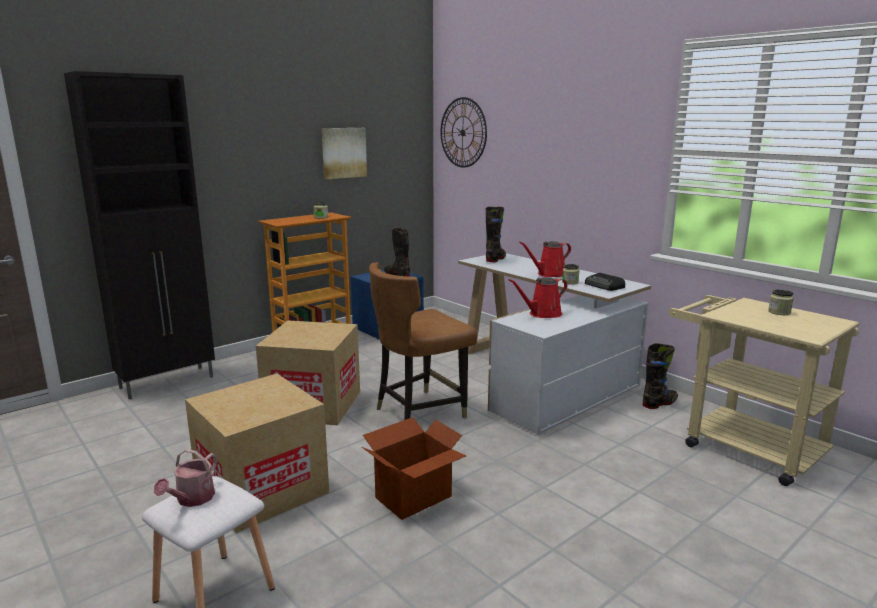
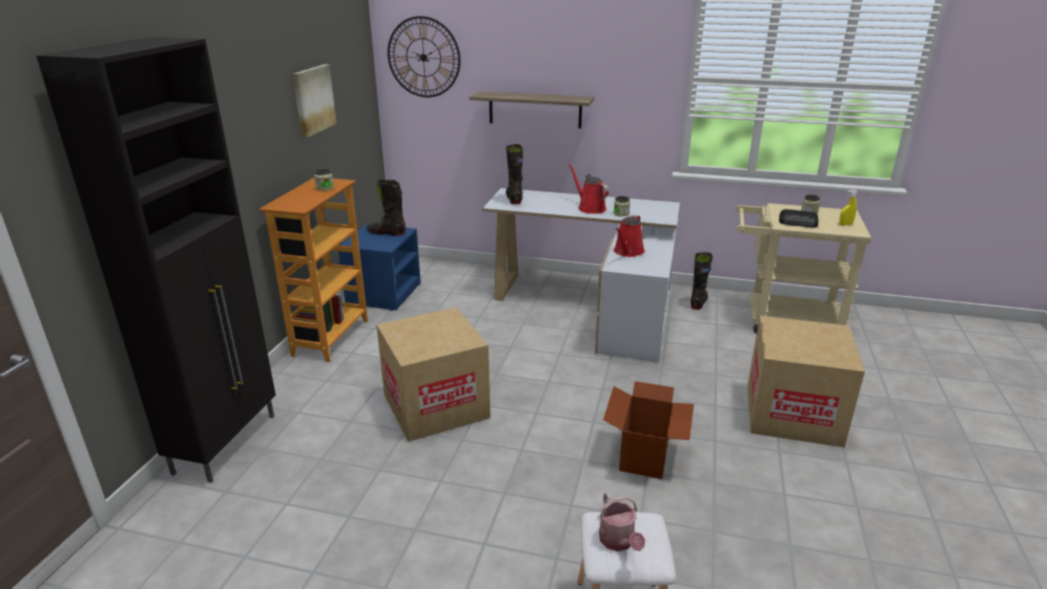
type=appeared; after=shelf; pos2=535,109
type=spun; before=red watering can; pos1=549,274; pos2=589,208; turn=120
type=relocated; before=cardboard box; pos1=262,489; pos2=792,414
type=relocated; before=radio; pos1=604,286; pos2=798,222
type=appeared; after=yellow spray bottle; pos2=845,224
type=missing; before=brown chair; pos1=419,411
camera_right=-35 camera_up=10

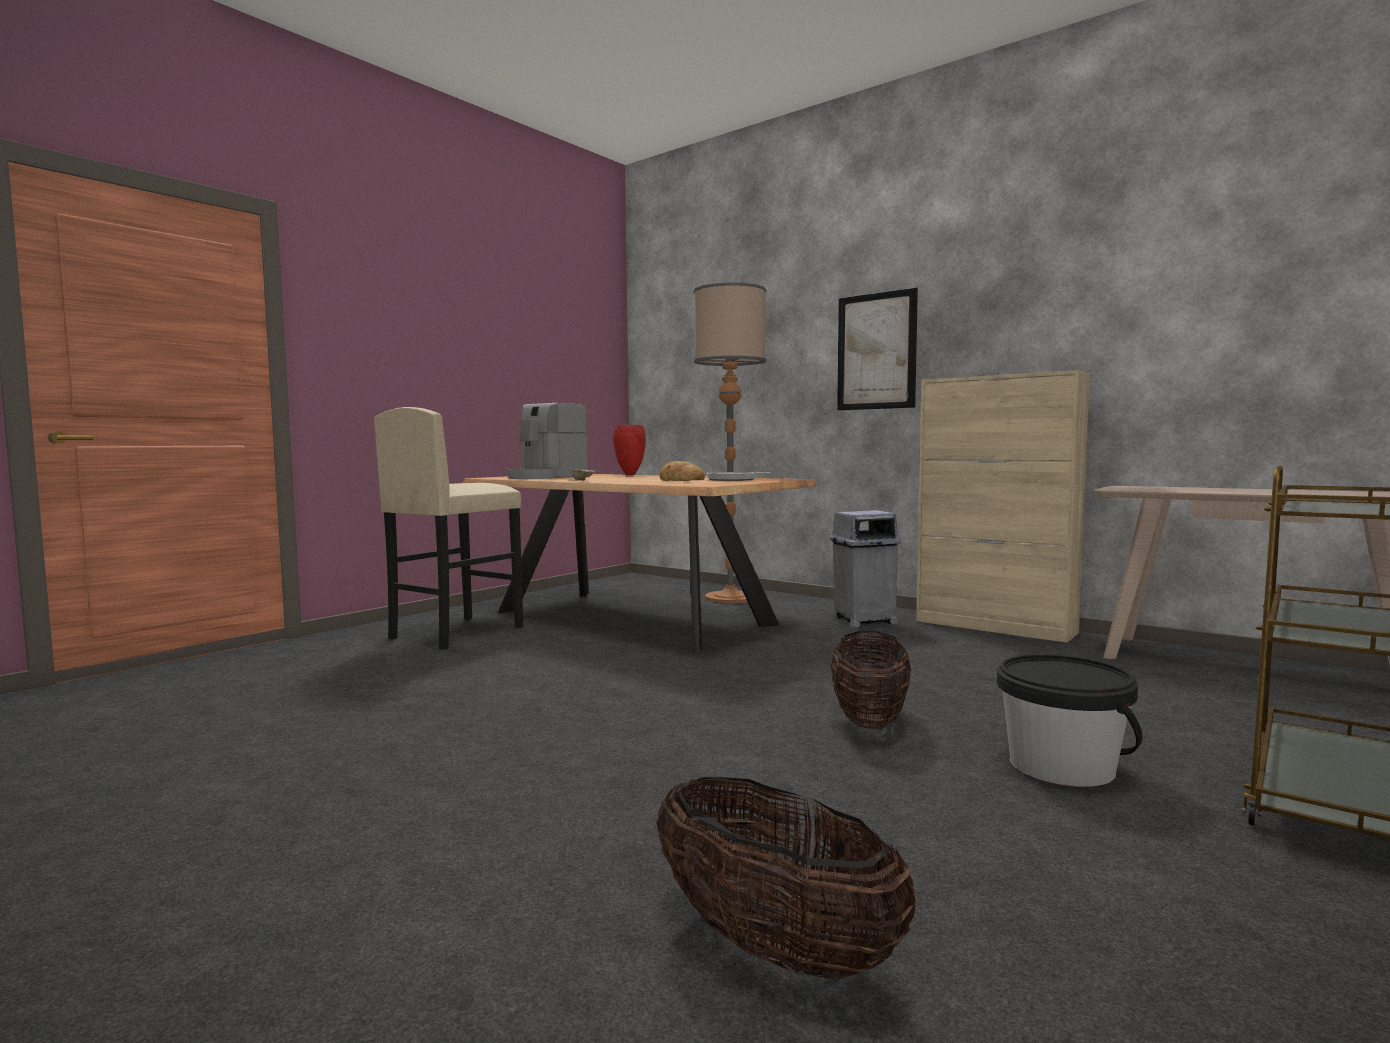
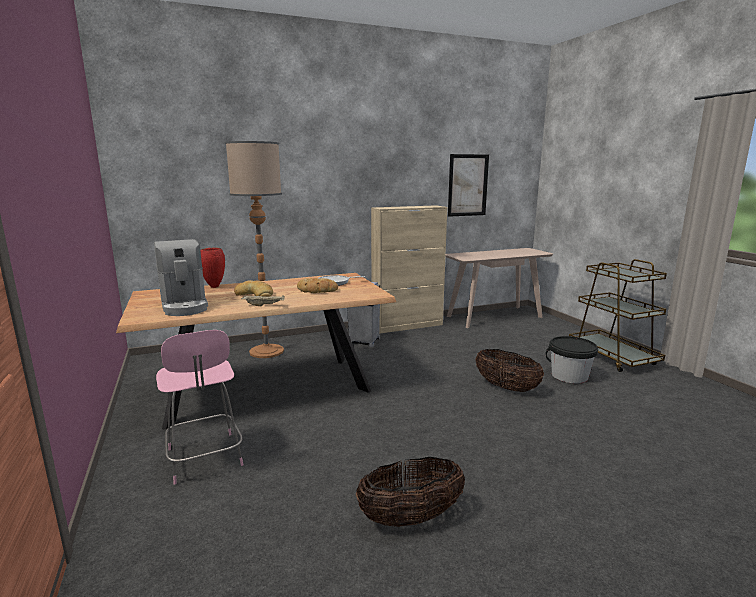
type=exchanged; before=beige stool; after=pink chair; pos1=456,633; pos2=205,459
type=appeared; after=bread; pos2=255,294
type=relocated; before=basket; pos1=773,947; pos2=410,518
type=relocated; before=picture; pos1=876,351; pos2=467,185
camera_right=-60 camera_up=10

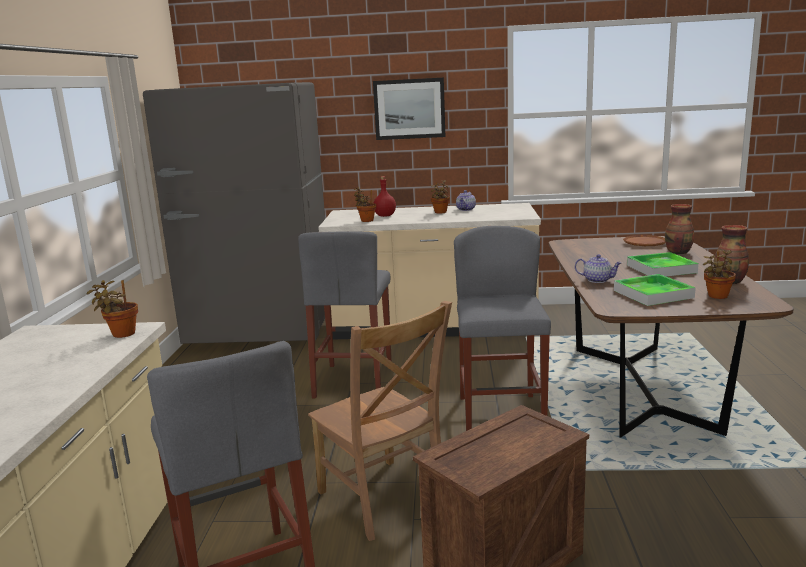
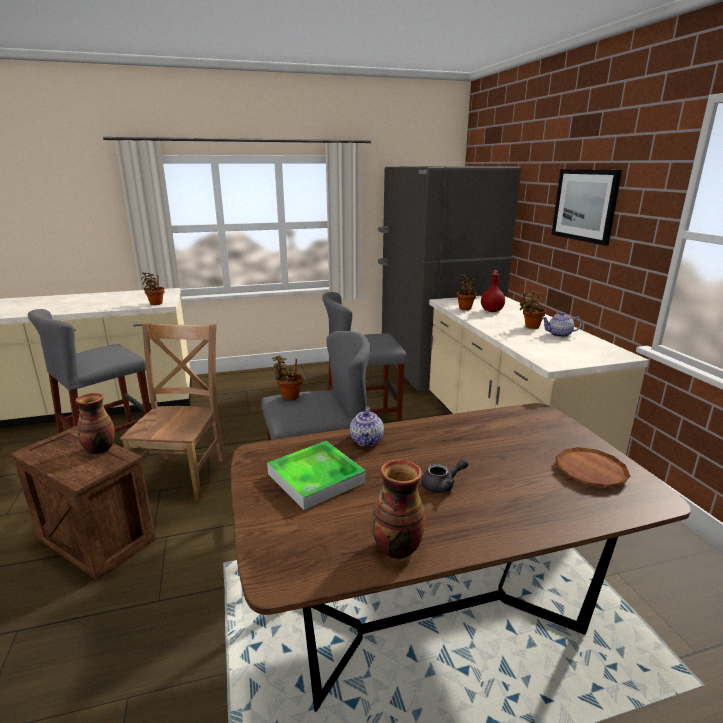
type=relocated; before=vase; pos1=679,252; pos2=99,449
type=spun; before=brown chair; pos1=384,500; pos2=184,474; turn=150
type=relocated; before=potted plant; pos1=717,296; pos2=288,396
type=exchanged; before=tray; after=grey teapot; pos1=661,269; pos2=442,485
camera_right=70 camera_up=5

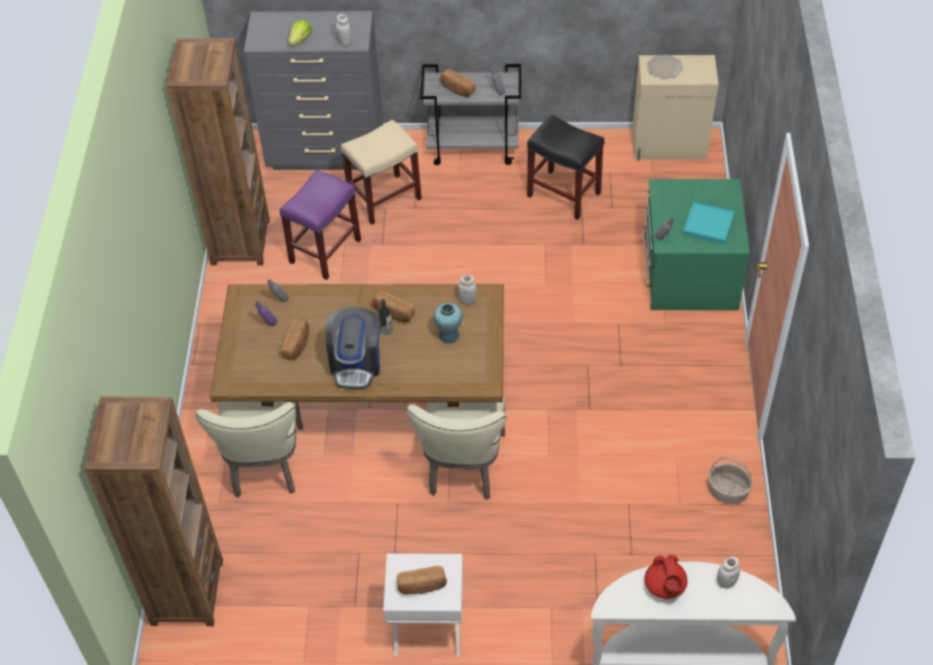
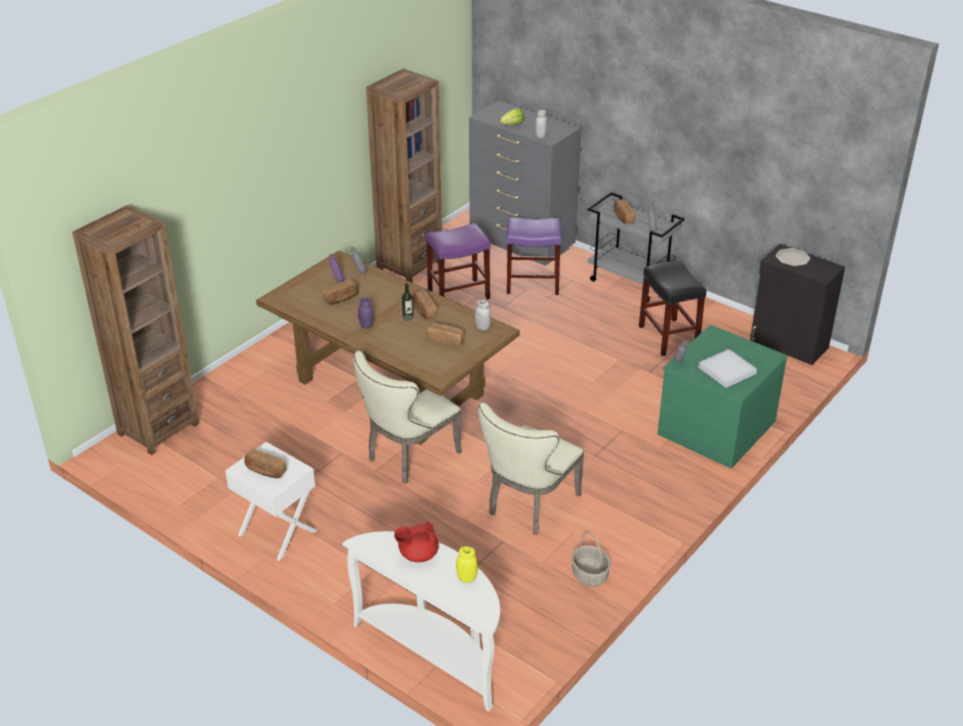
type=exchanged; before=coffee machine; after=purple jar; pos1=356,363; pos2=366,325
type=spun; before=red teapot; pos1=665,587; pos2=417,555; turn=45
type=exchanged; before=turquoise vase; after=bread; pos1=449,335; pos2=446,339
type=colour; before=white jar; after=yellow jar; pos1=726,582; pos2=467,578
type=relocated; before=beige chair; pos1=265,467; pos2=529,506
type=colour; before=beige stool; after=purple stool; pos1=385,198; pos2=533,284
type=colour; before=turquoise tray; after=white tray; pos1=708,224; pos2=727,370
type=colour; before=beige cabinet; after=black cabinet; pos1=669,146; pos2=788,344
camera_right=35 camera_up=-15

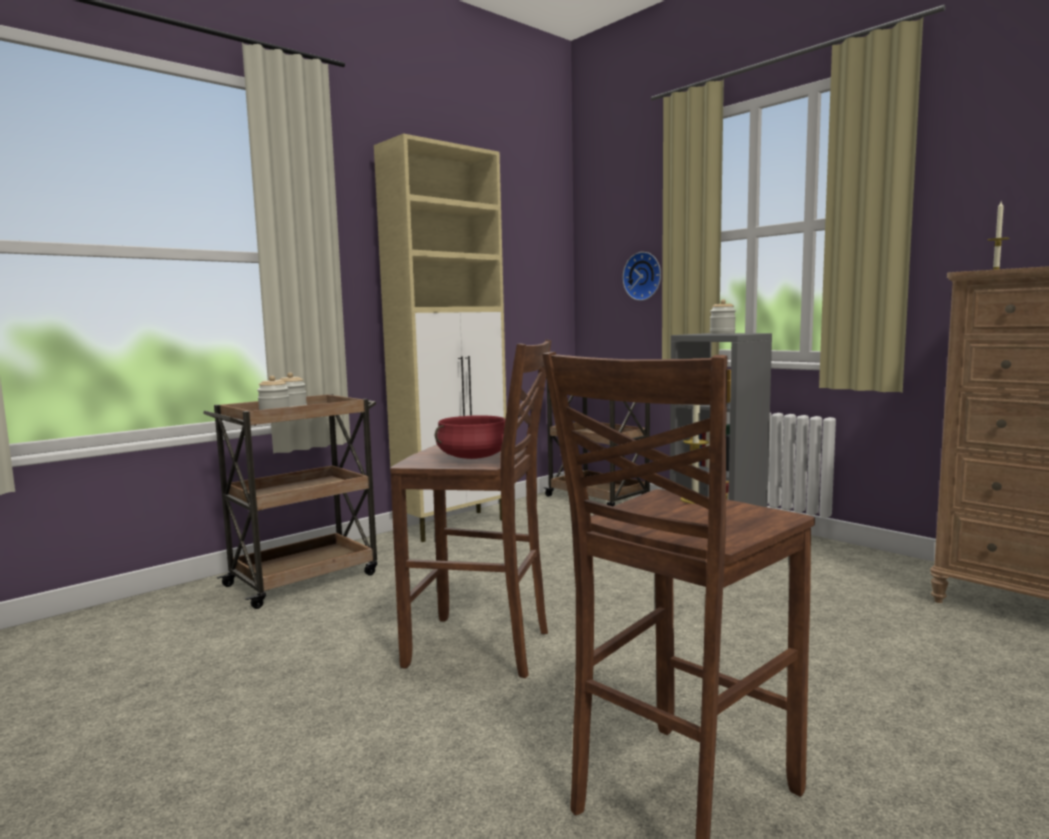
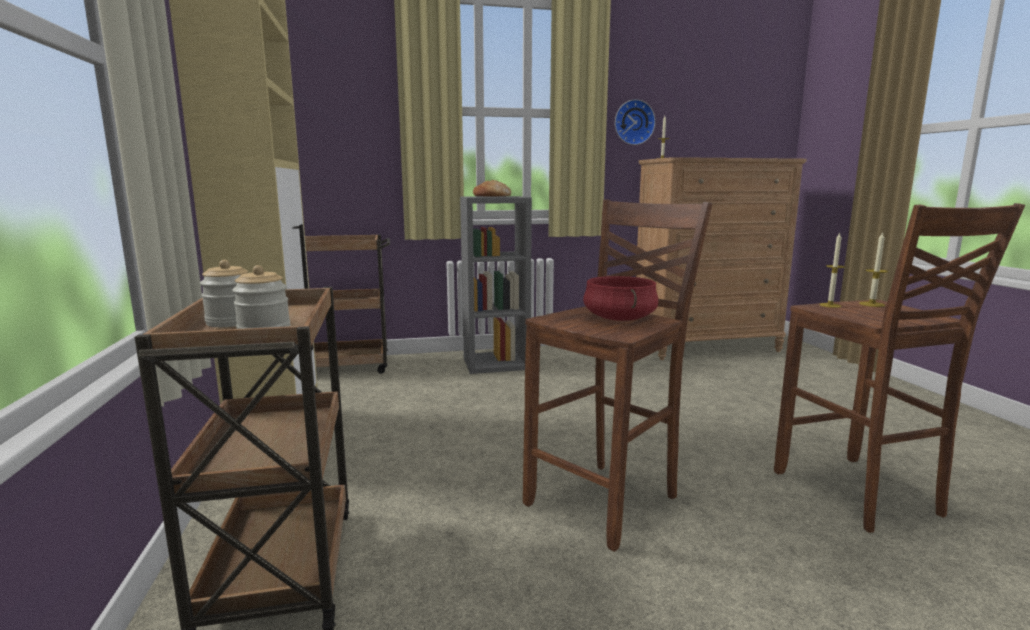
type=exchanged; before=jar; after=bread; pos1=722,333; pos2=492,196
type=relocated; before=wall clock; pos1=644,276; pos2=633,122
type=appeared; after=candle; pos2=871,304
camera_right=-60 camera_up=5

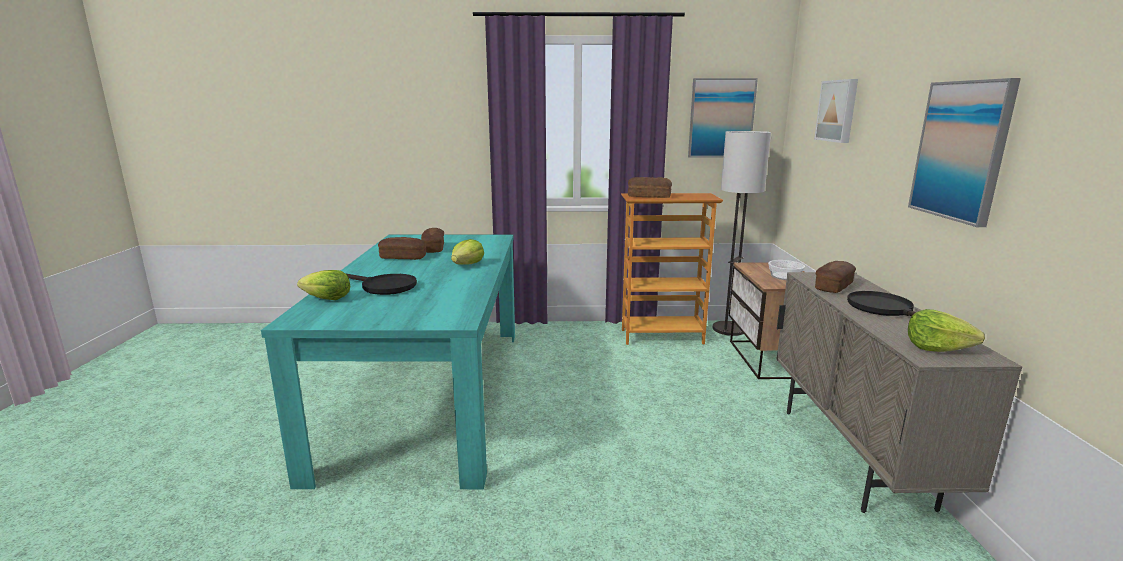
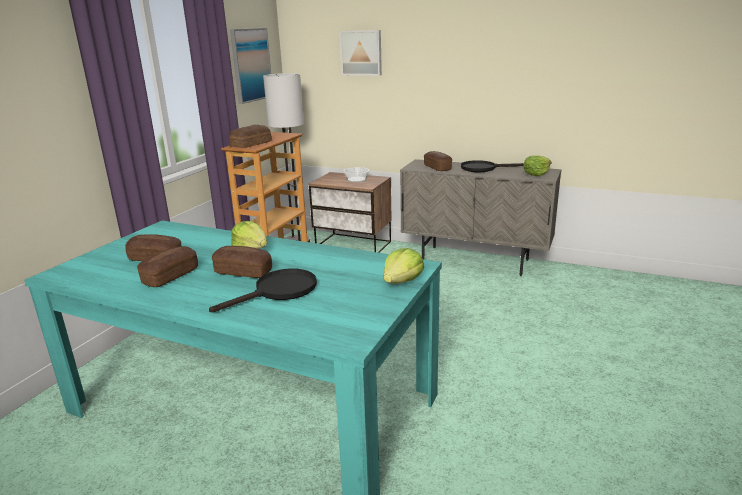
type=appeared; after=bread; pos2=243,272
type=relocated; before=lettuce; pos1=327,298; pos2=402,281
type=missing; before=picture; pos1=961,150
camera_right=-65 camera_up=5

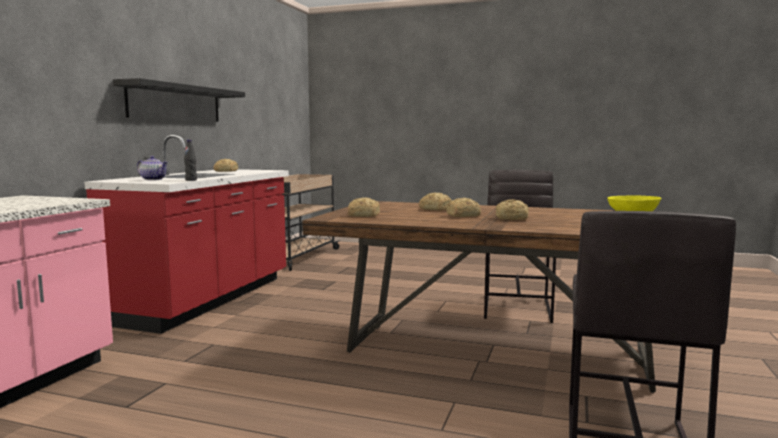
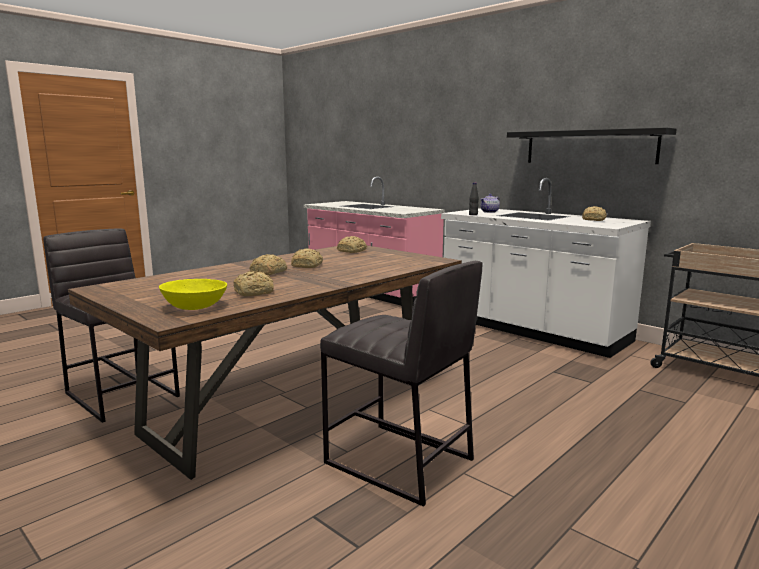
type=relocated; before=bread; pos1=435,209; pos2=255,292
type=colour; before=red counter; after=white counter; pos1=207,299; pos2=532,330
camera_right=115 camera_up=5

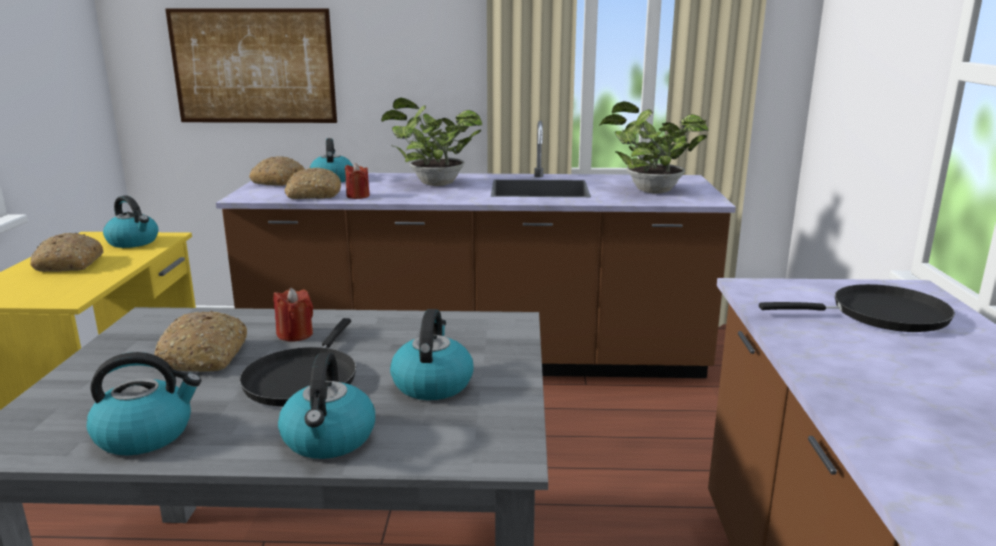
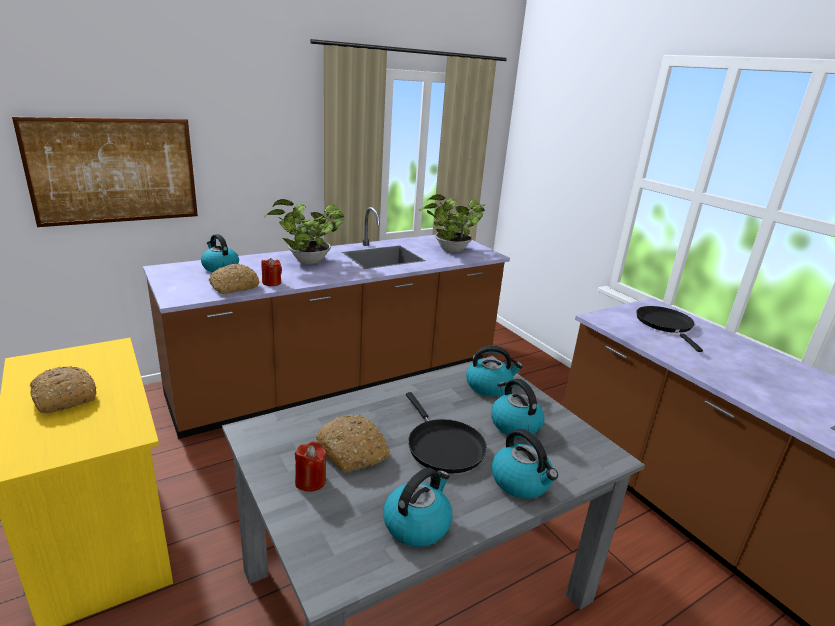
type=relocated; before=red candle; pos1=295,334; pos2=310,481
type=relocated; before=kettle; pos1=134,242; pos2=489,386
type=spun; before=black frying pan; pos1=881,315; pos2=665,325; turn=-60
type=missing; before=bread; pos1=279,181
camera_right=-35 camera_up=5

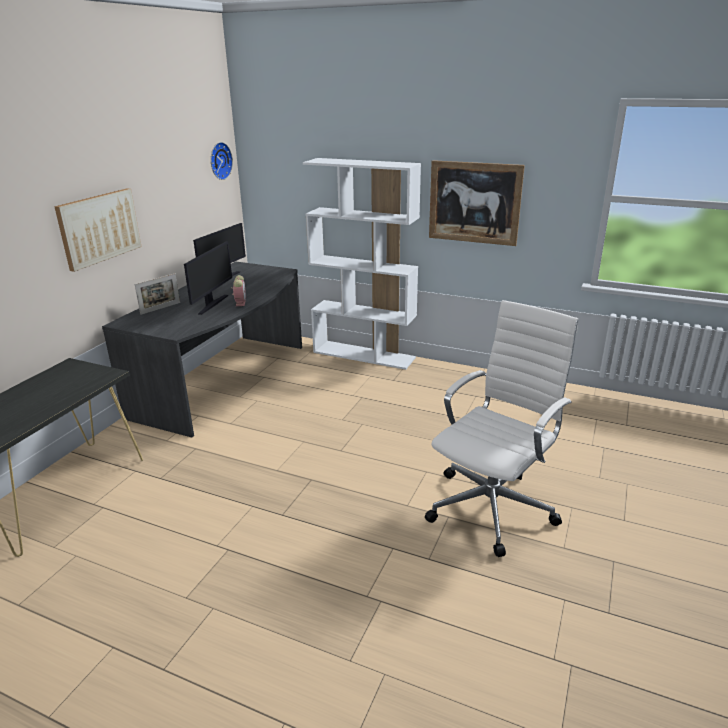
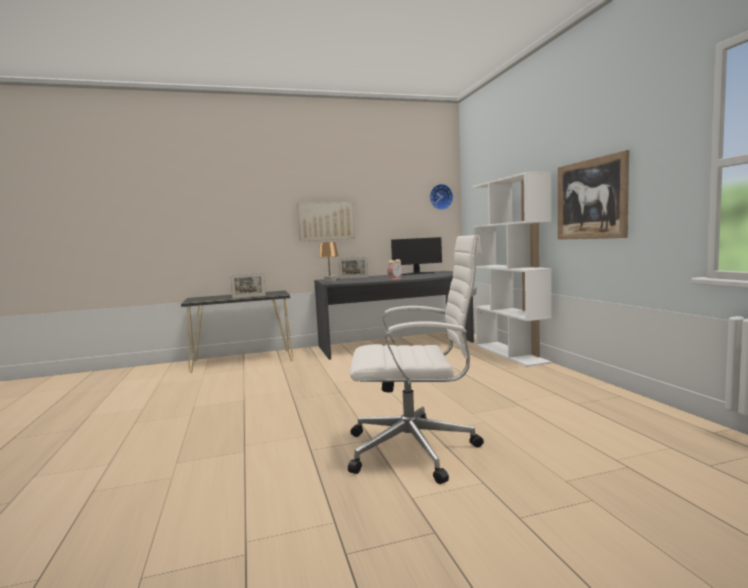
type=appeared; after=picture frame; pos2=249,297
type=appeared; after=brown table lamp; pos2=330,281
type=missing; before=monitor; pos1=212,304
camera_right=50 camera_up=-20

